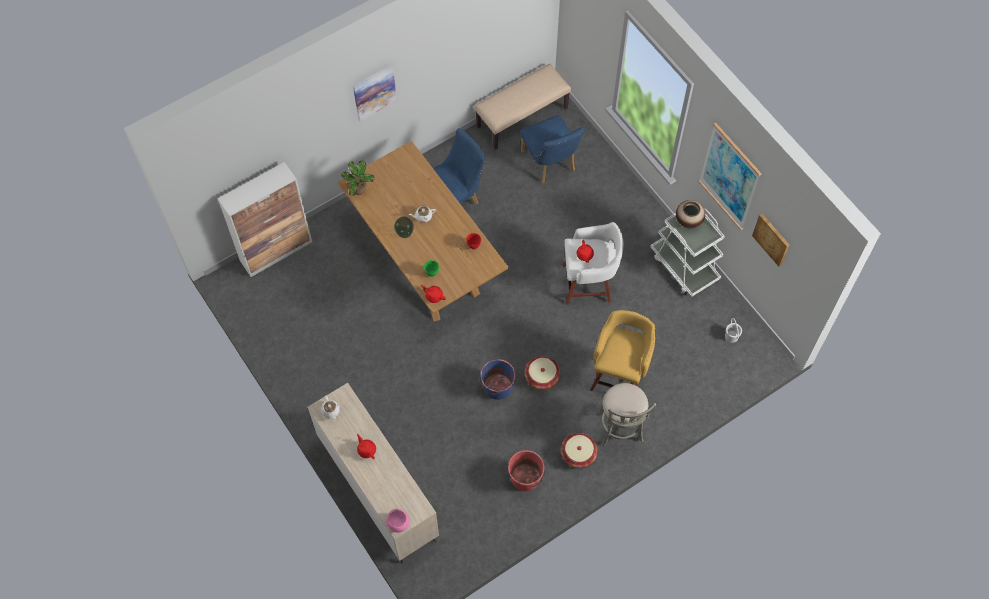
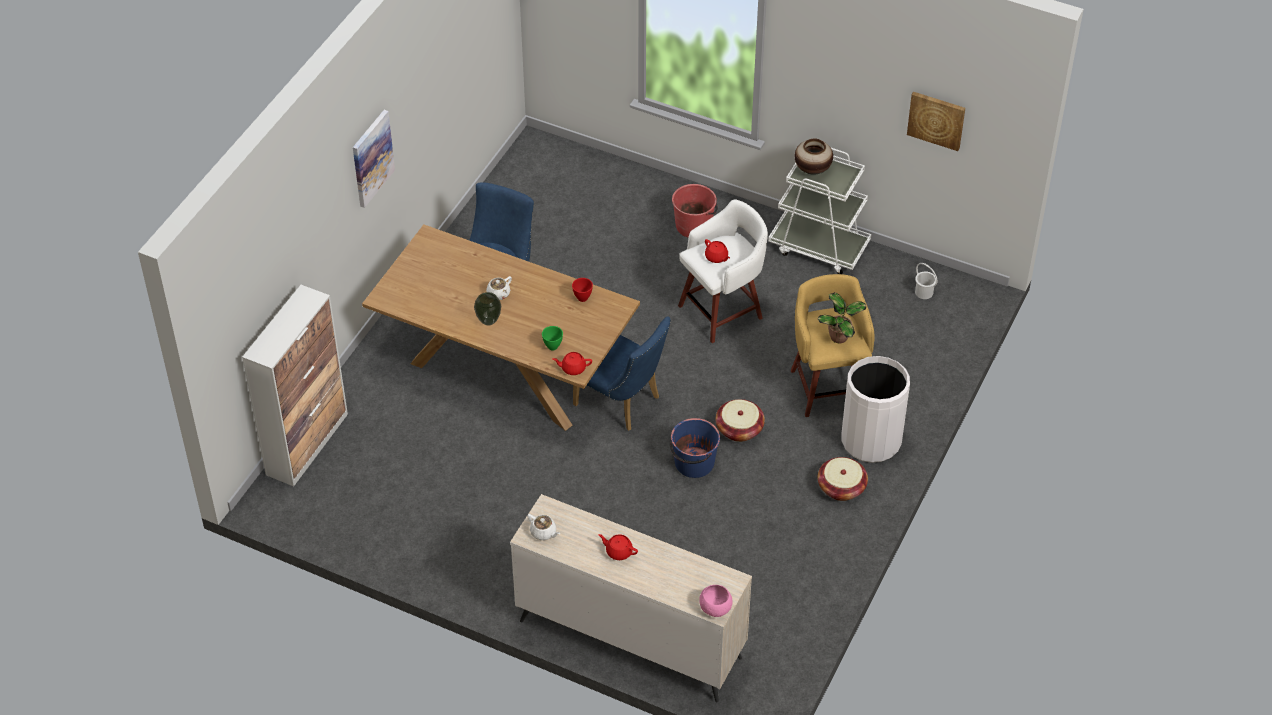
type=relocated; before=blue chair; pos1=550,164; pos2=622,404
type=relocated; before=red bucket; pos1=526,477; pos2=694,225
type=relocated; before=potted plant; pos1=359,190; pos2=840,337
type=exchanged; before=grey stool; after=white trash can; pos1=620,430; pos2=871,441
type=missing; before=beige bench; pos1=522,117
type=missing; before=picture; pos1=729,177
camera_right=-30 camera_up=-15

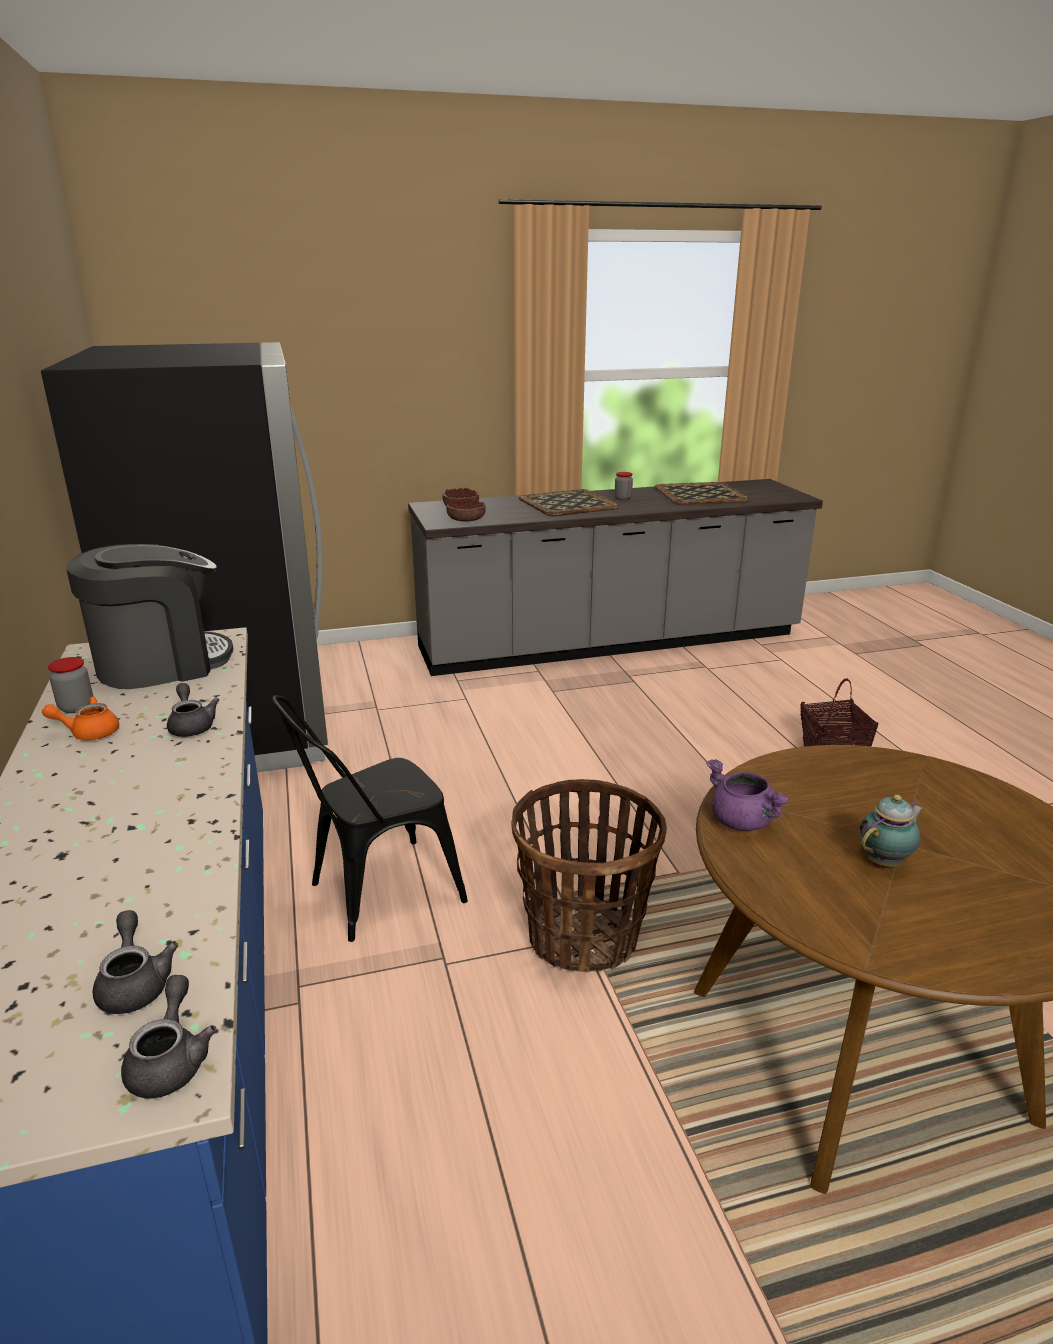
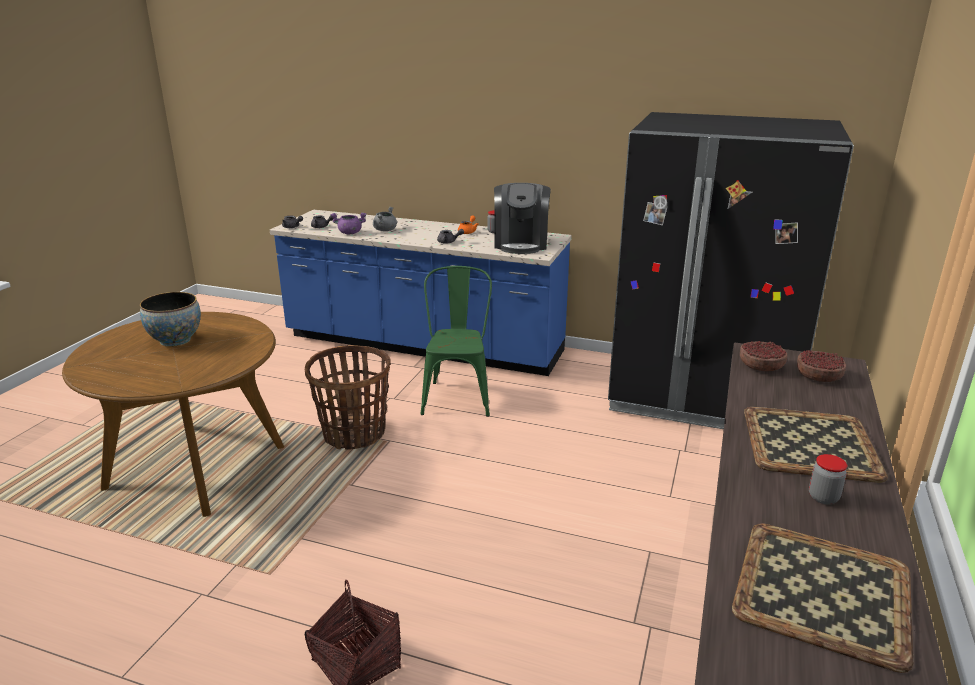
type=exchanged; before=teapot; after=bowl; pos1=885,861; pos2=175,340
type=relocated; before=purple cooking pot; pos1=743,822; pos2=349,233
type=appeared; after=grey cooking pot; pos2=385,230
type=colour; before=black chair; after=green chair; pos1=374,894; pos2=458,395
camera_right=125 camera_up=0

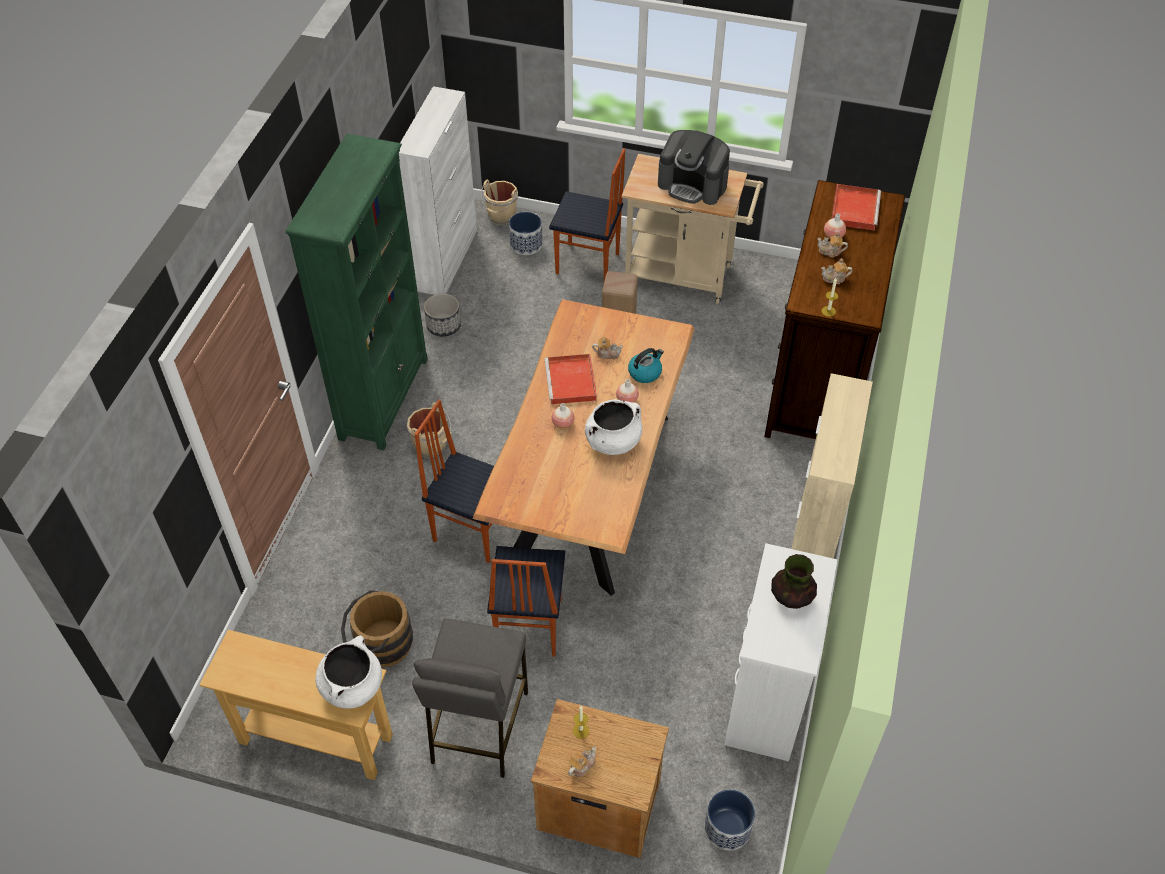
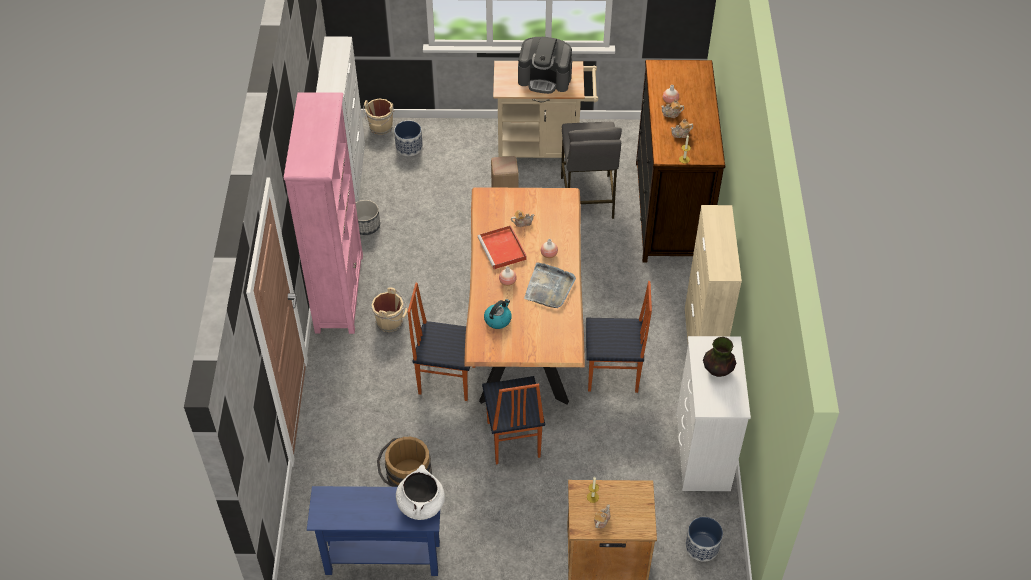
type=colour; before=green bookcase; after=pink bookcase; pos1=384,398; pos2=339,292
type=colour; before=beige console table; after=blue console table; pos1=316,739; pos2=383,558
type=relocated; before=kettle; pos1=645,372; pos2=498,319
type=exchanged; before=white cooking pot; after=grey tray; pos1=613,442; pos2=549,287
type=relocated; before=grey stool; pos1=478,727; pos2=587,197
type=relocated; before=chair; pos1=587,264; pos2=613,375
type=missing; before=red tray; pos1=854,208
camera_right=-15 camera_up=0

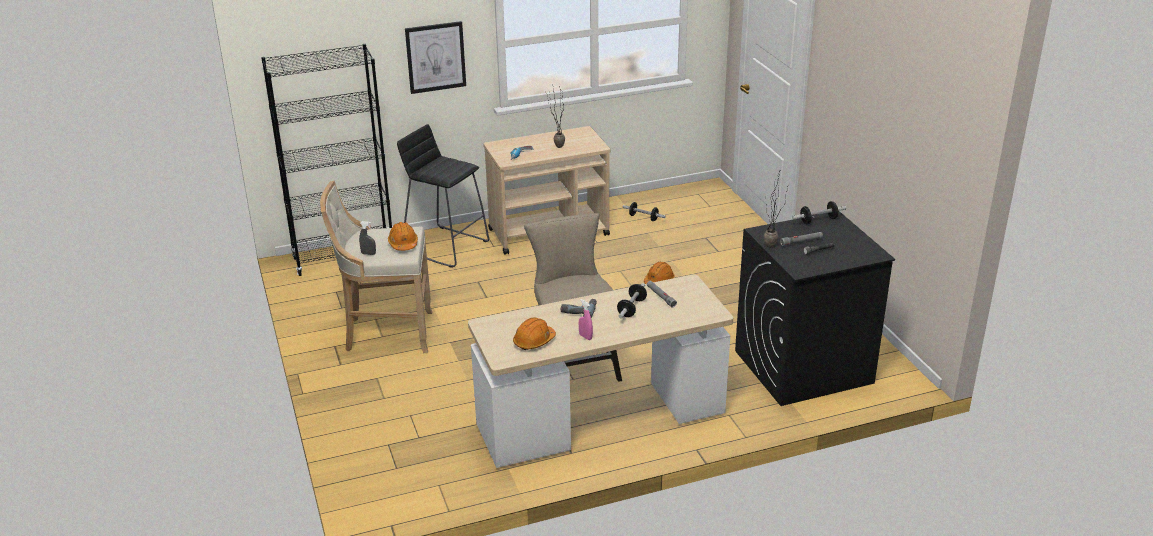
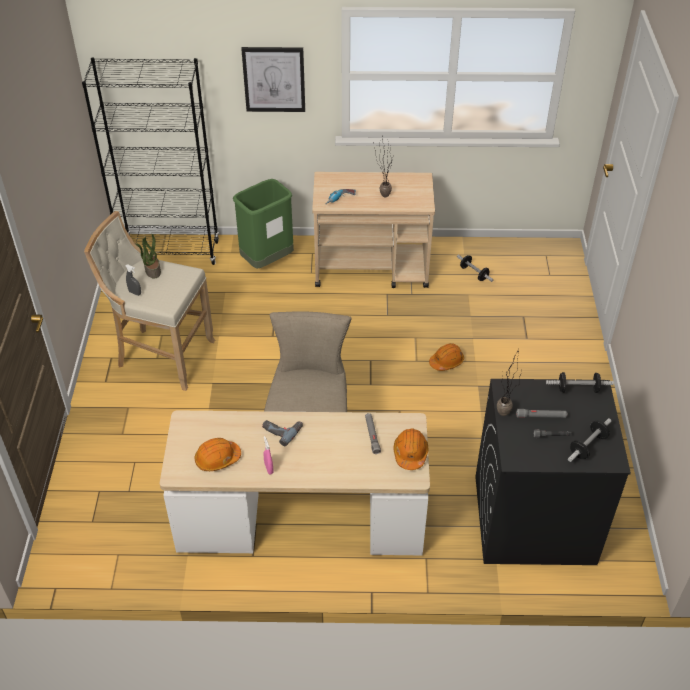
type=appeared; after=potted plant; pos2=152,270
type=exchanged; before=black stool; after=green trash can; pos1=445,246; pos2=267,261
type=relocated; before=orange hard hat; pos1=403,244; pos2=410,453
type=relocated; before=dumbbell; pos1=632,308; pos2=588,446
camera_right=20 camera_up=15

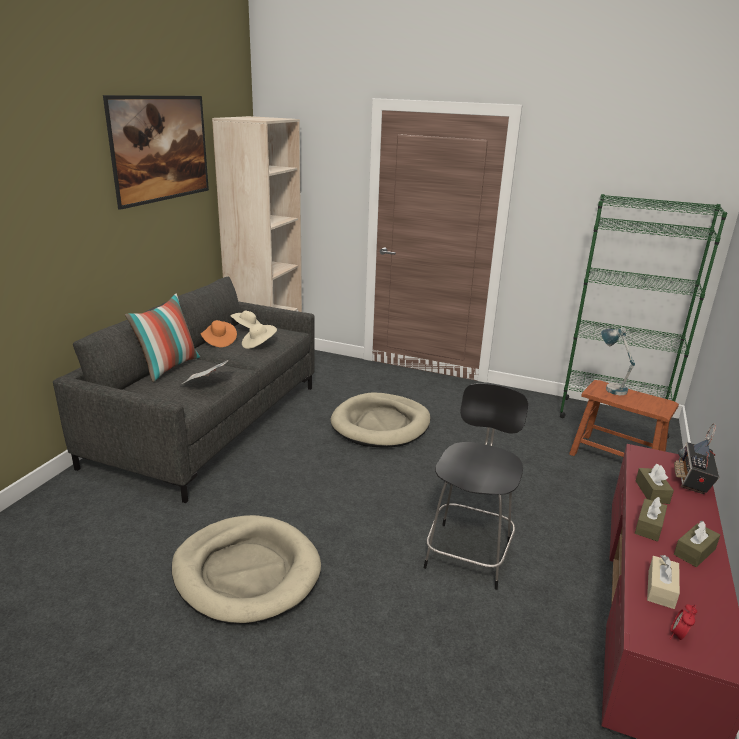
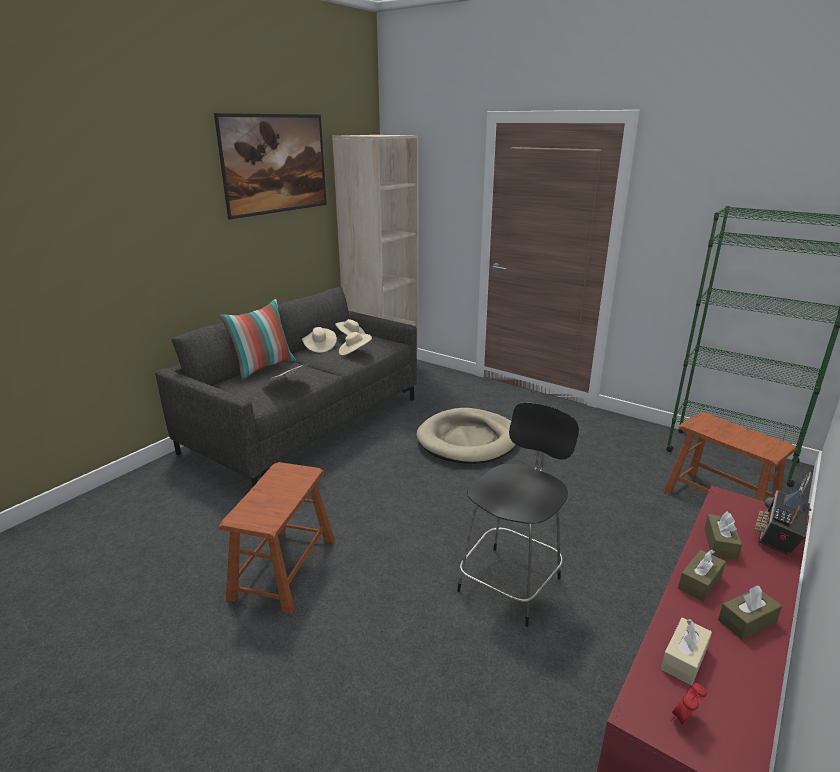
type=exchanged; before=beige dog bed; after=brown stool; pos1=246,572; pos2=283,568
type=colour; before=orange hat; after=beige hat; pos1=218,341; pos2=319,347
type=missing; before=table lamp; pos1=610,386
camera_right=15 camera_up=0

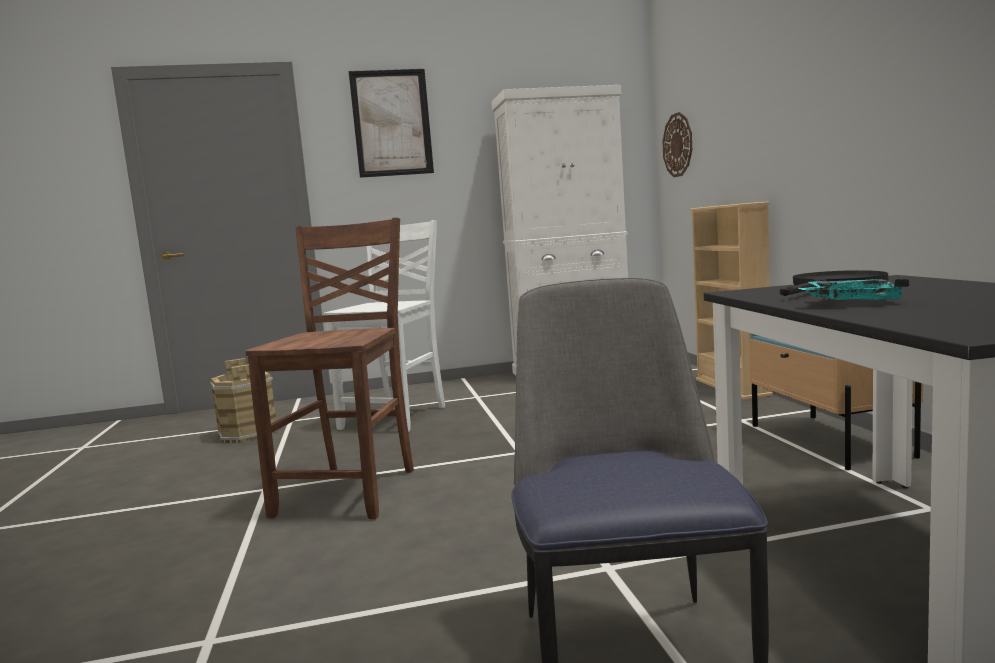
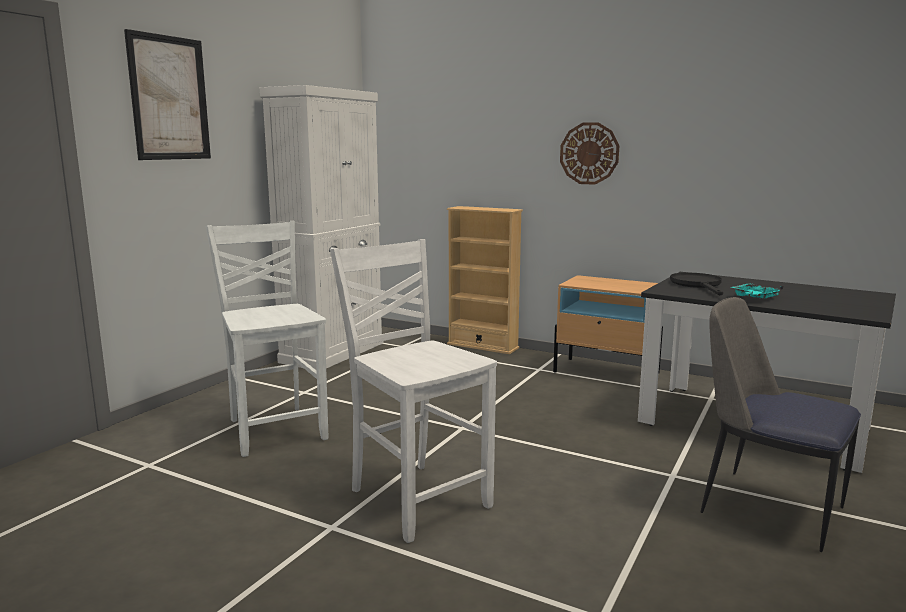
type=colour; before=brown chair; after=white chair; pos1=351,491; pos2=417,498
type=relocated; before=wall clock; pos1=678,145; pos2=589,153
type=missing; before=brown bucket; pos1=249,434
camera_right=-50 camera_up=5

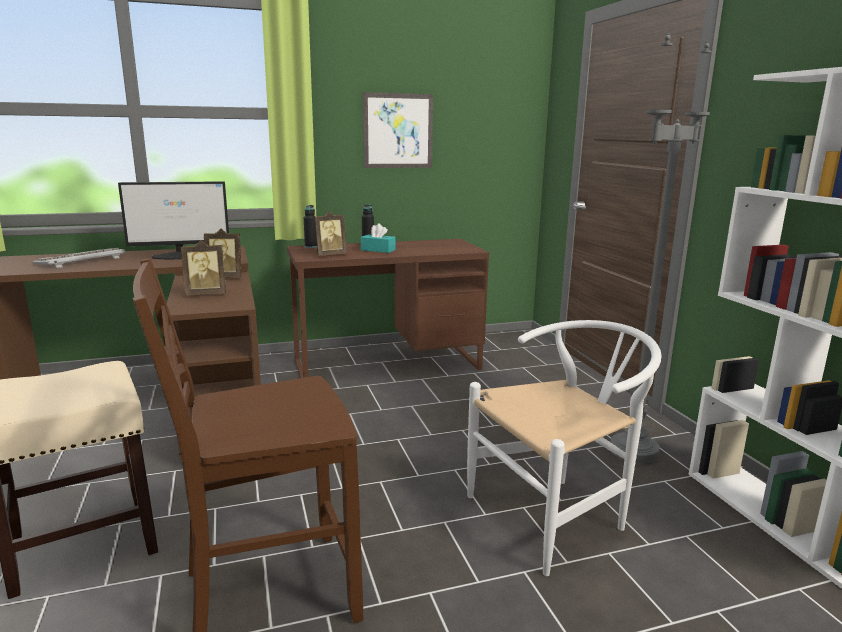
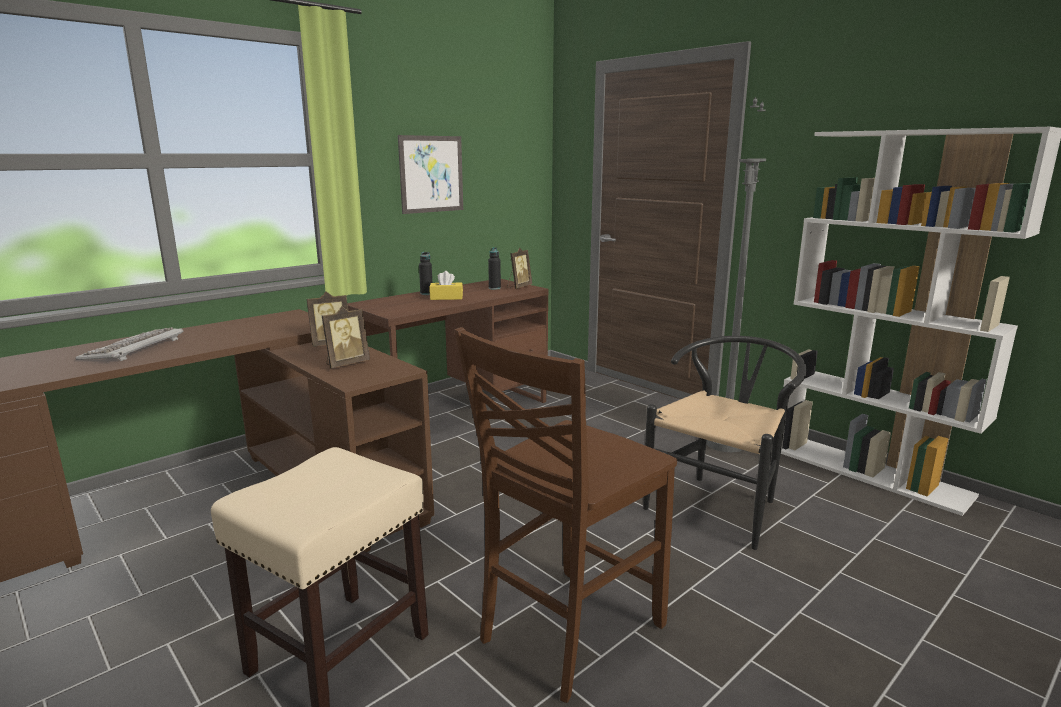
type=colour; before=turquoise tissue box; after=yellow tissue box; pos1=378,250; pos2=446,298
type=relocated; before=black bottle; pos1=311,247; pos2=494,288
type=relocated; before=picture frame; pos1=330,255; pos2=518,287
type=colour; before=white chair; after=black chair; pos1=557,514; pos2=720,504
type=missing; before=monitor; pos1=181,256
camera_right=-25 camera_up=0

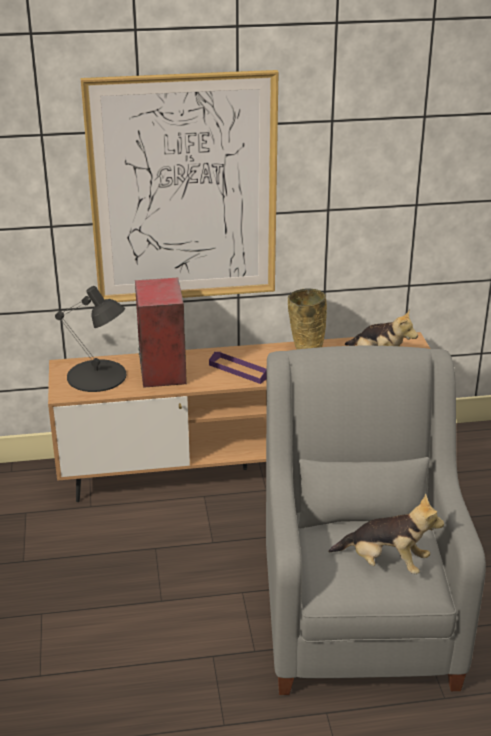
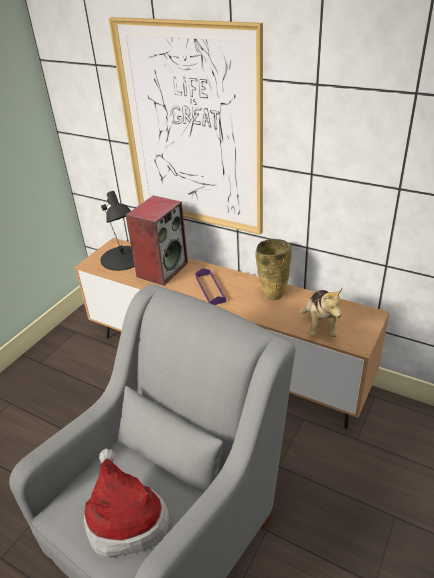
type=exchanged; before=plush toy; after=hat; pos1=385,563; pos2=125,518
camera_right=40 camera_up=5

